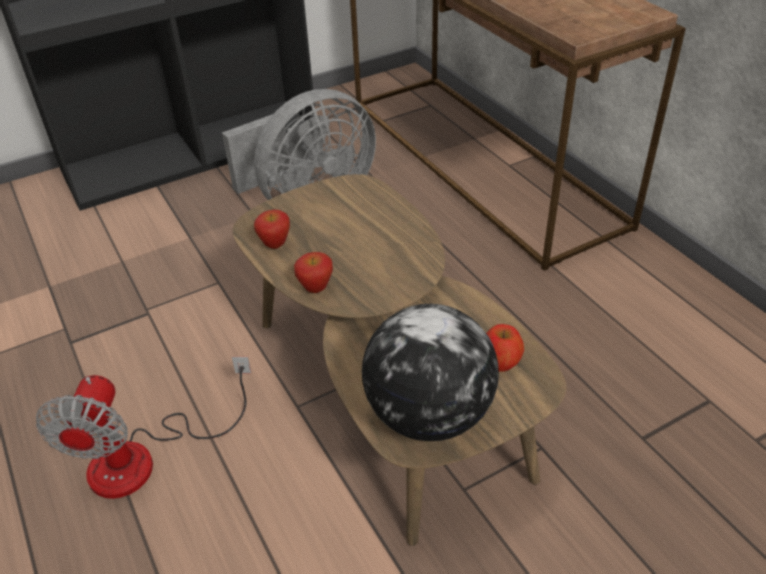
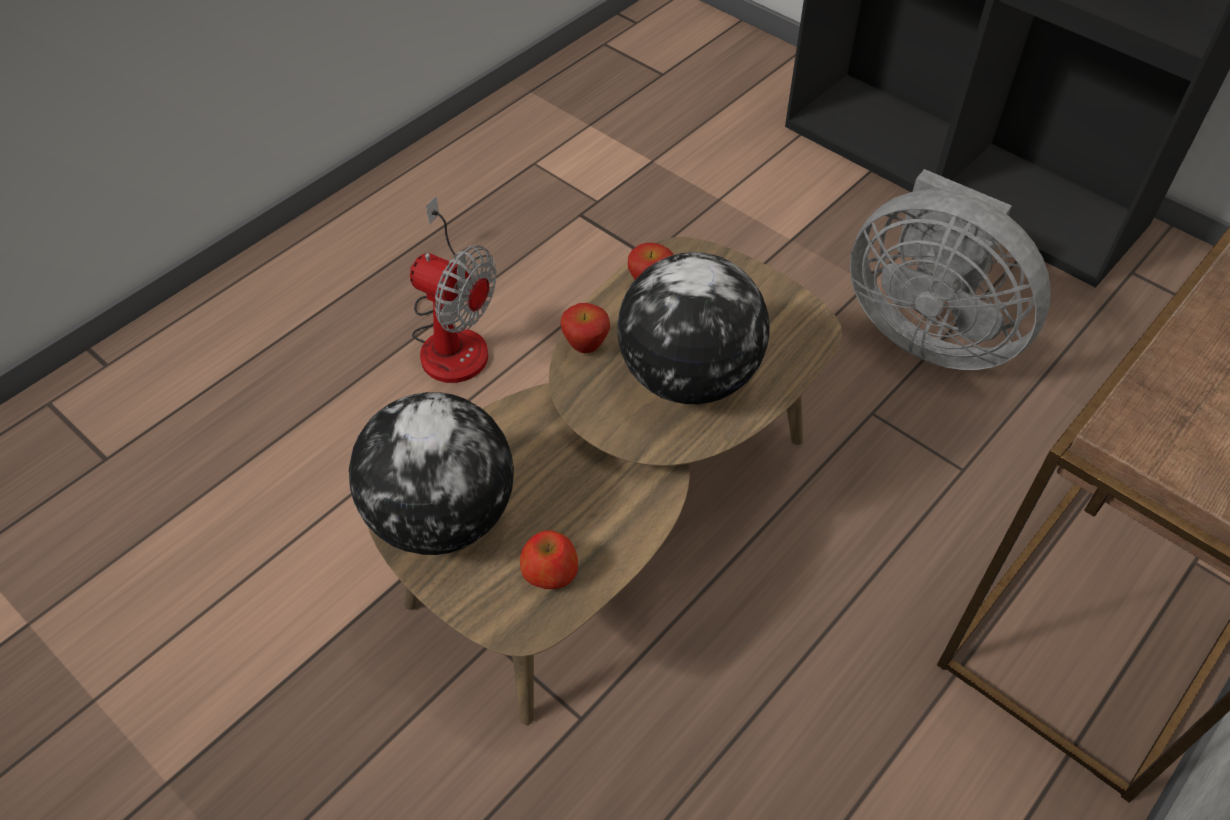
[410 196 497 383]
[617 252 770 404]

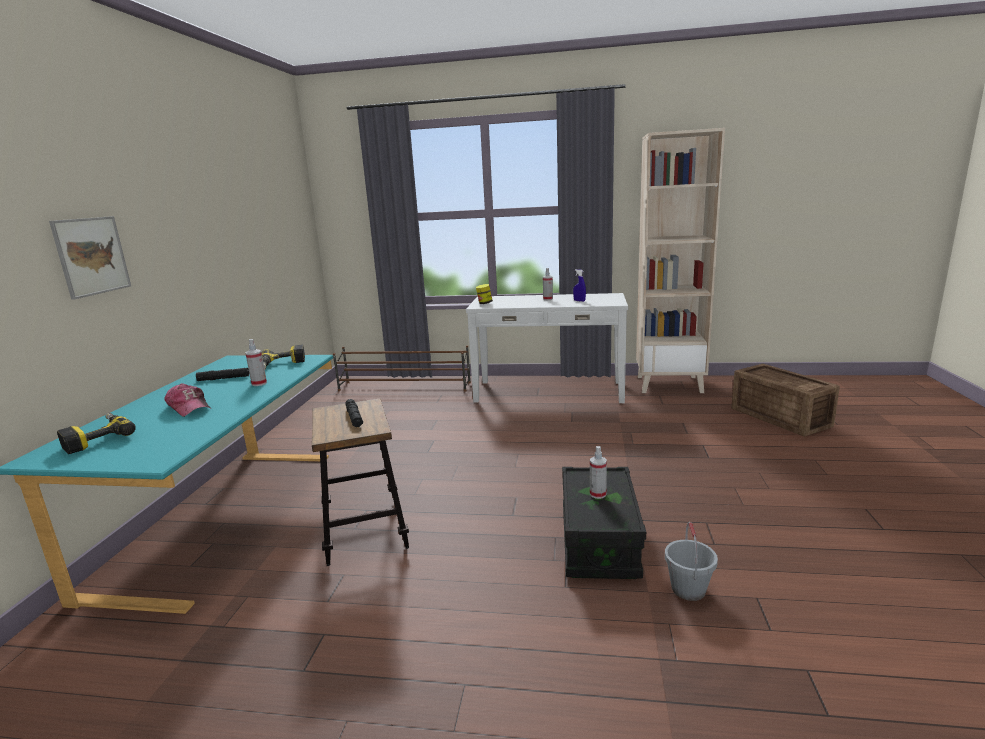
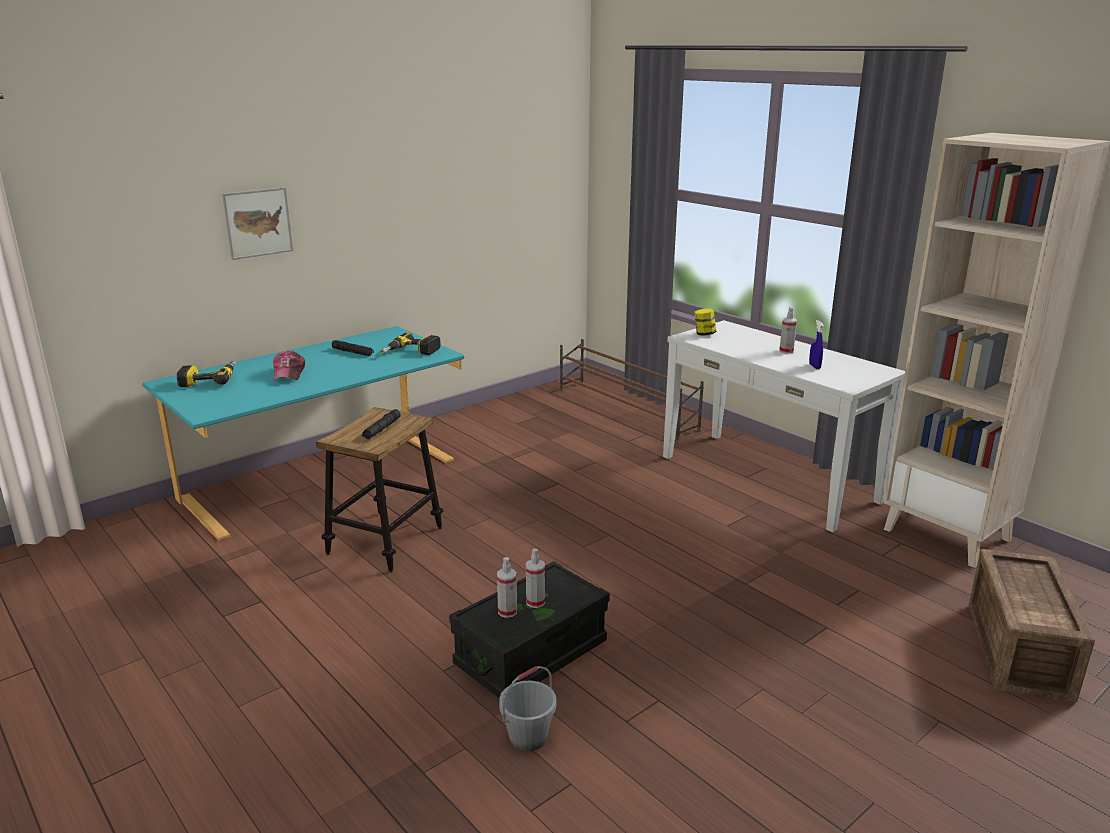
[497 557 517 618]

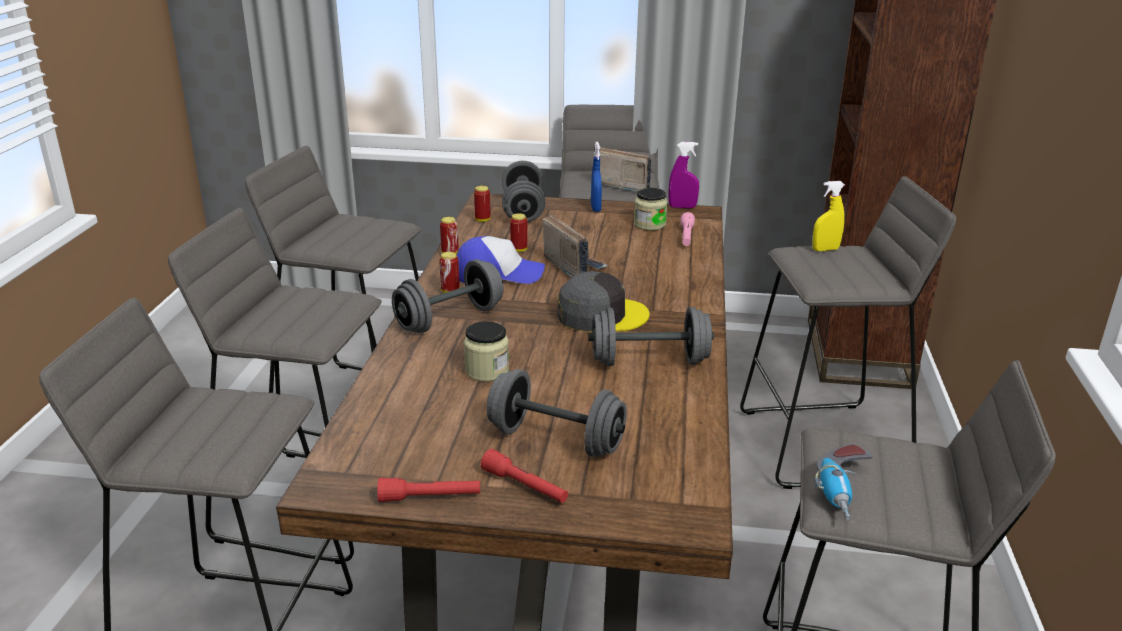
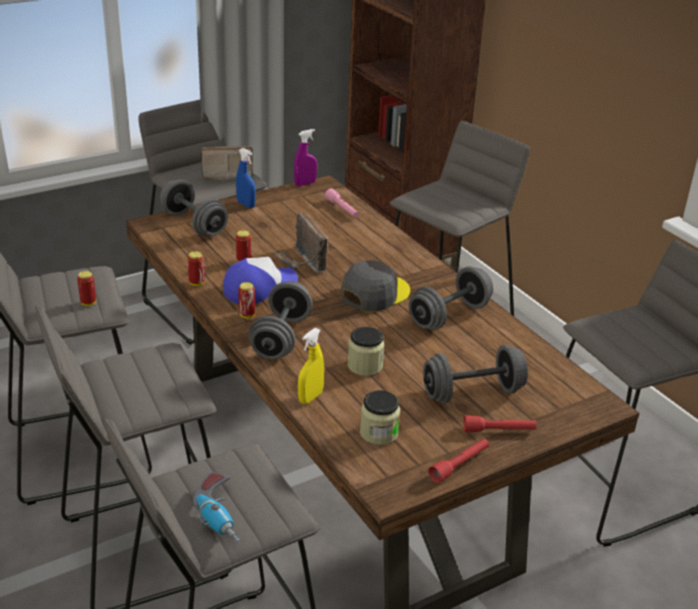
[77 271 96 306]
[193 472 240 543]
[276 213 328 273]
[298 328 324 404]
[360 390 400 445]

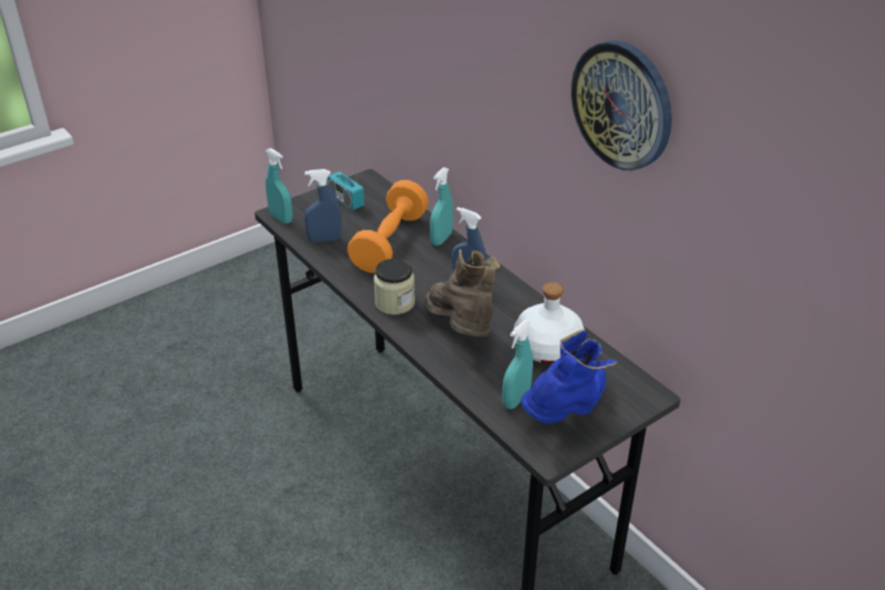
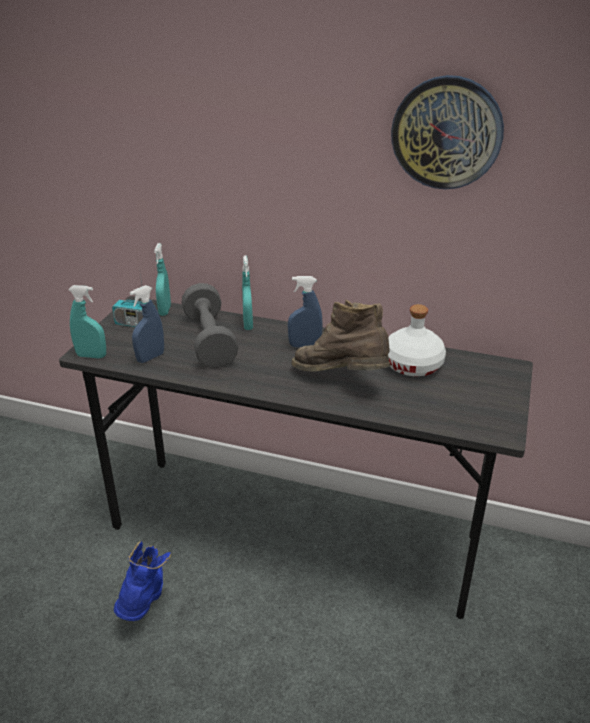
[114 541 171 621]
[154 243 171 316]
[182 283 238 368]
[374 259 415 315] (first image)

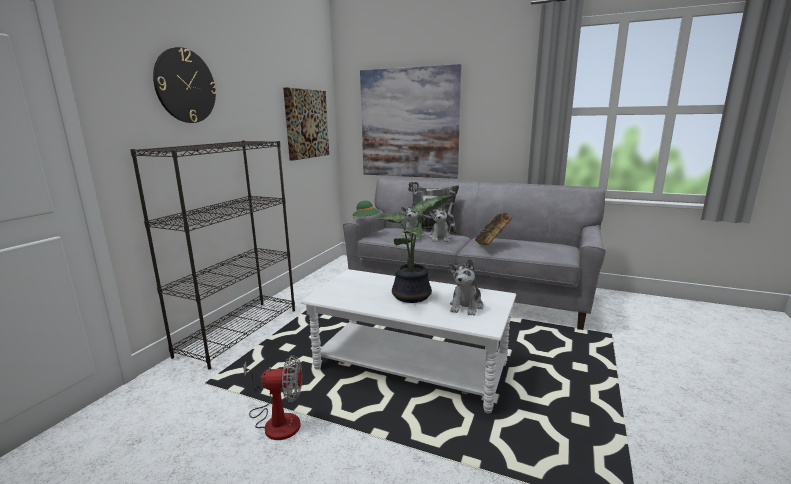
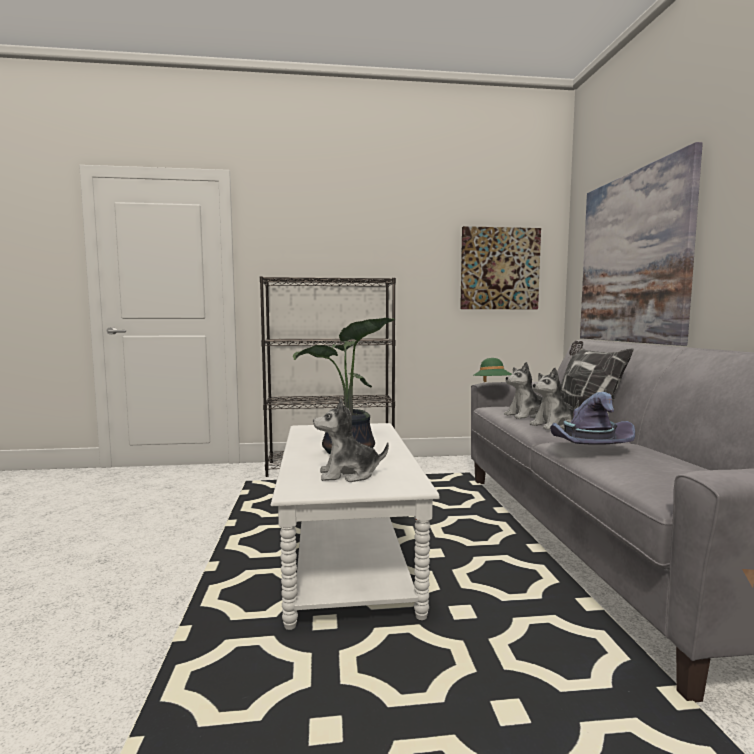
[550 392 635 445]
[153 47 217 123] (first image)
[243 355 302 440] (first image)

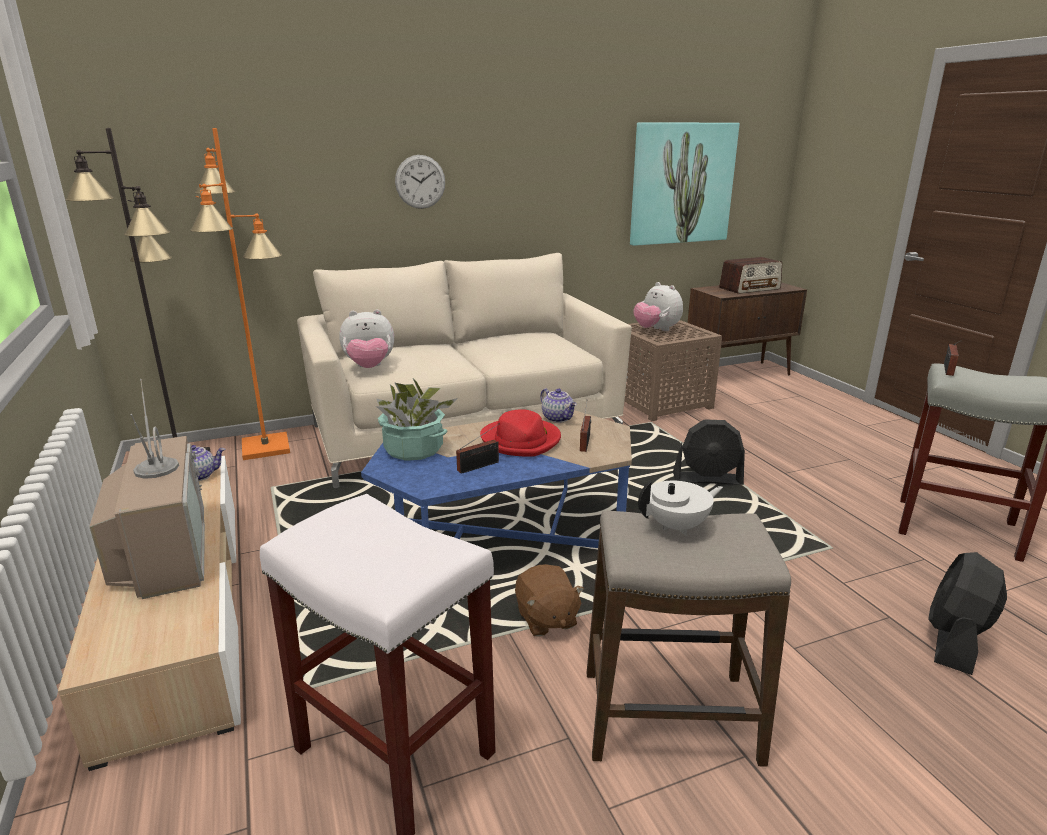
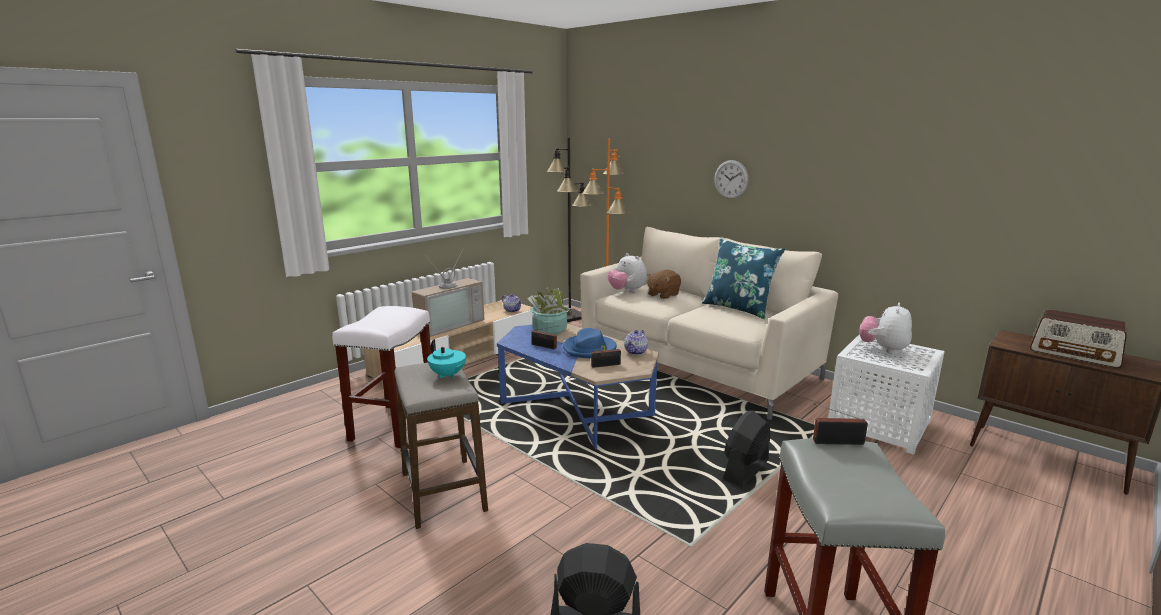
[427 339 466 378]
[563 328 617 358]
[647 270 681 299]
[702 238 785 319]
[723 411 771 486]
[828 334 945 455]
[630 122 740 246] (first image)

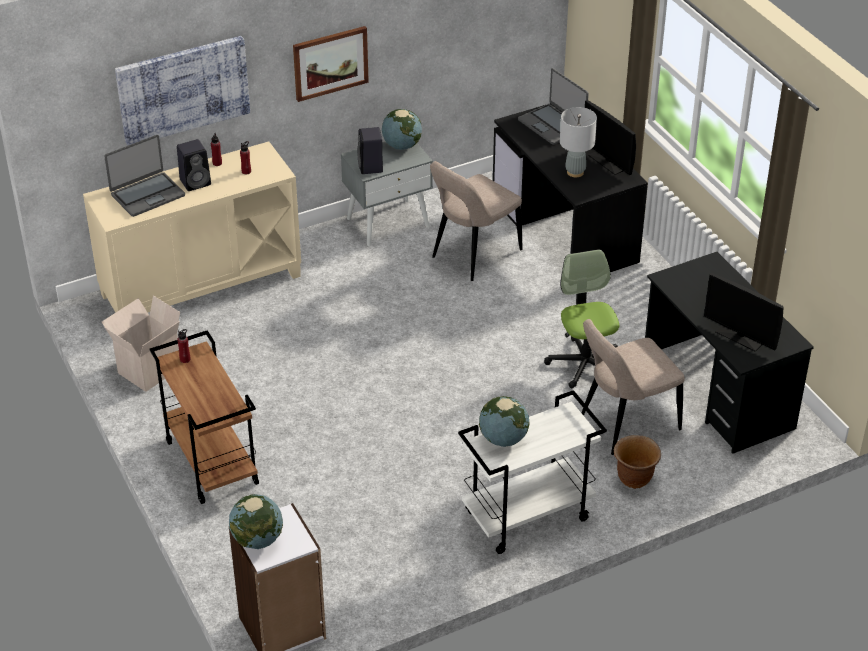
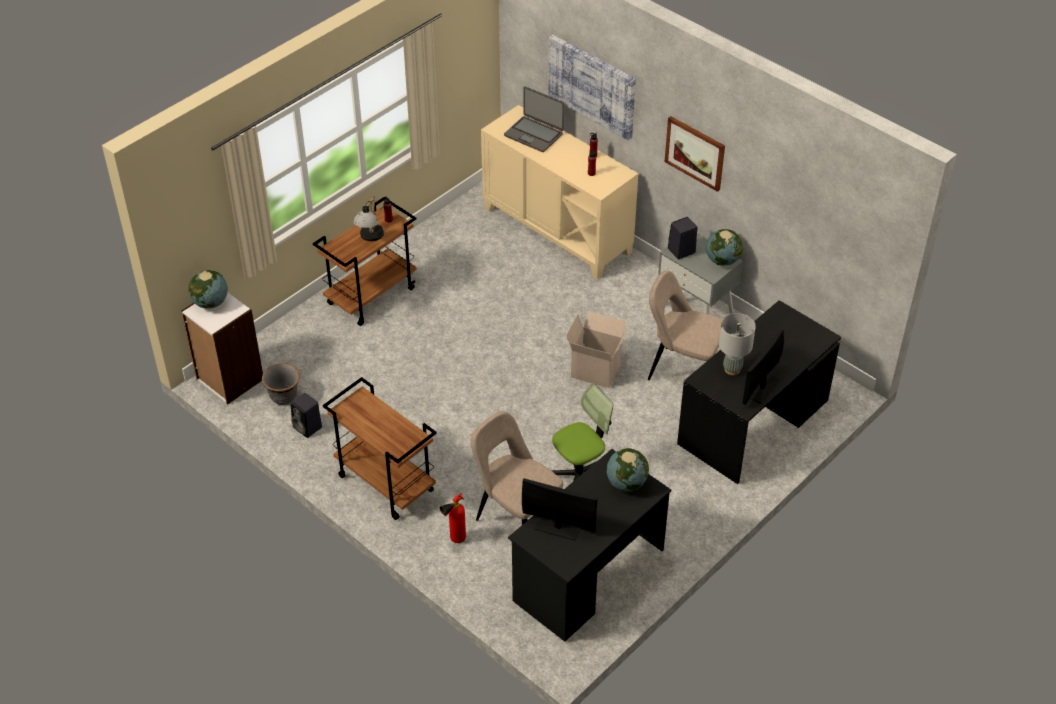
[262 363 300 405]
[291 393 322 438]
[323 377 437 520]
[353 196 384 241]
[440 493 466 543]
[522 478 597 541]
[566 311 629 388]
[607 448 649 492]
[518 68 589 145] (first image)

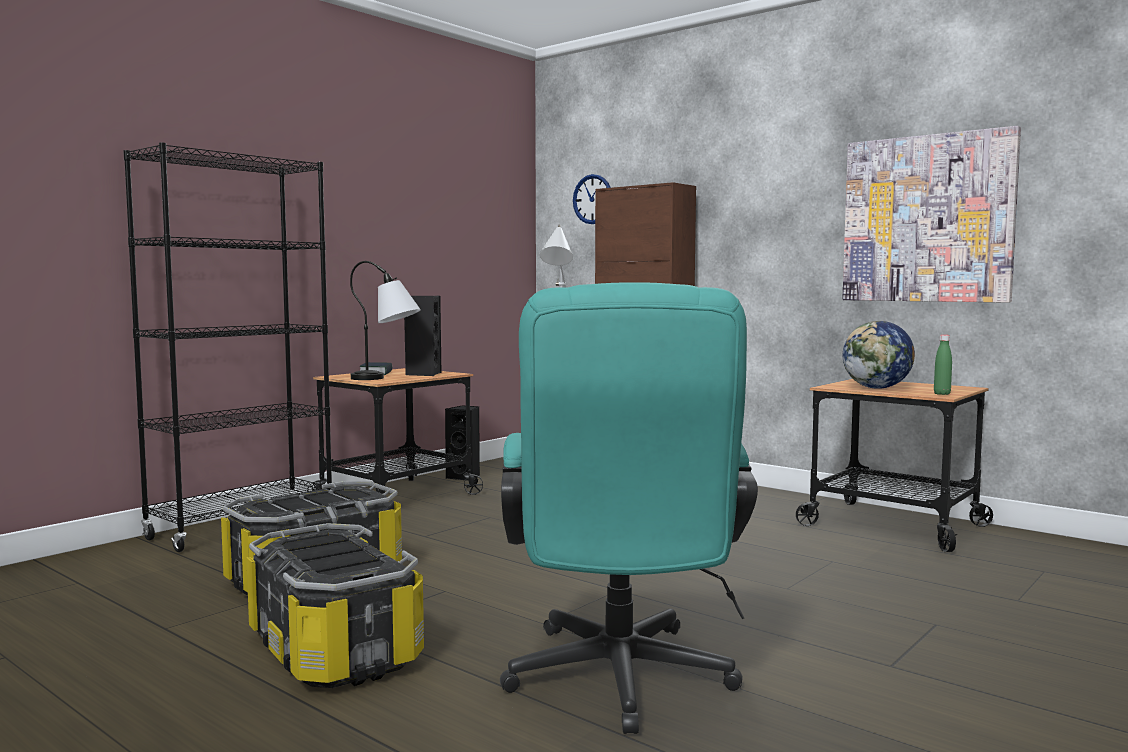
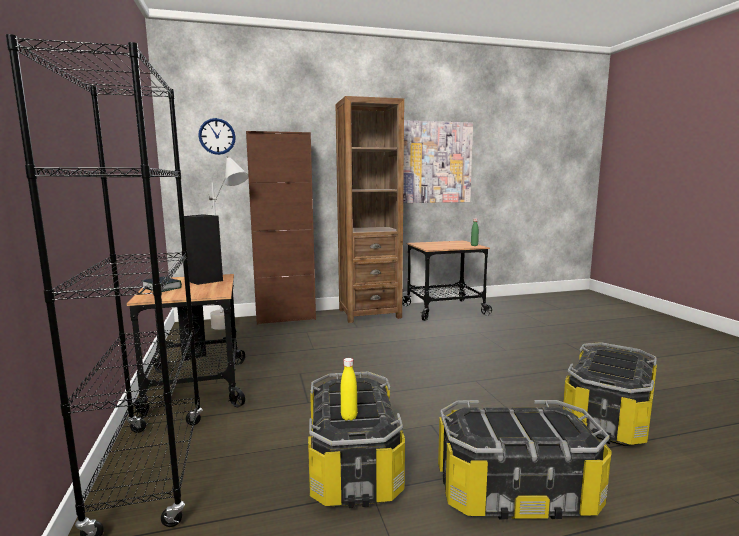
[336 96 404 323]
[341 358 357 421]
[563 342 657 446]
[350 261 421 380] (first image)
[843 321 915 389] (first image)

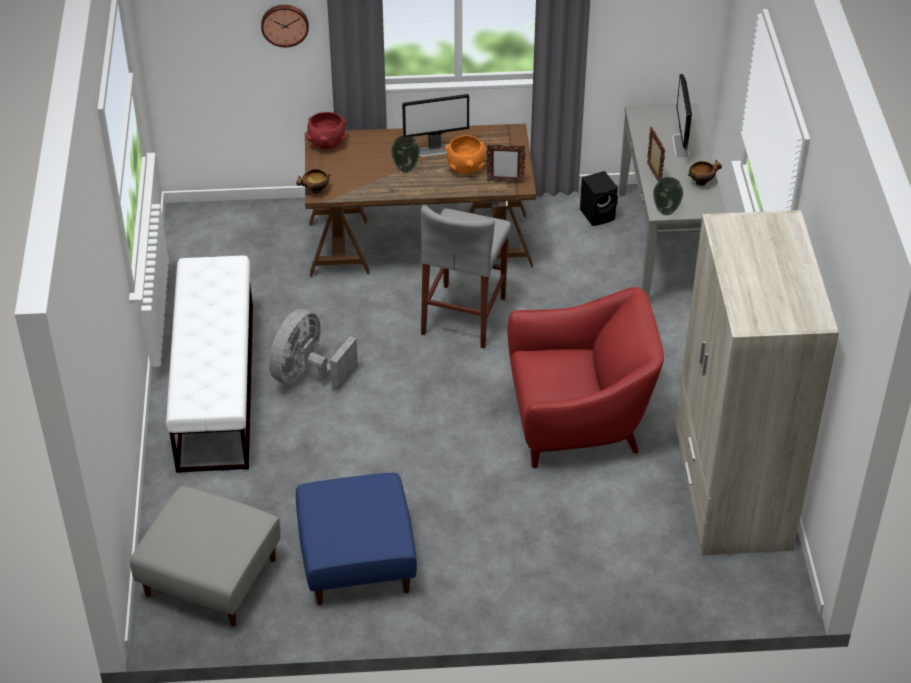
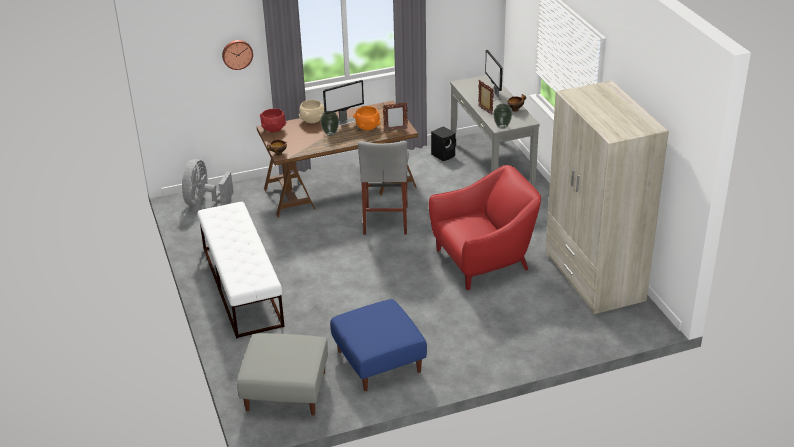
[182 159 234 206]
[299 100 324 123]

